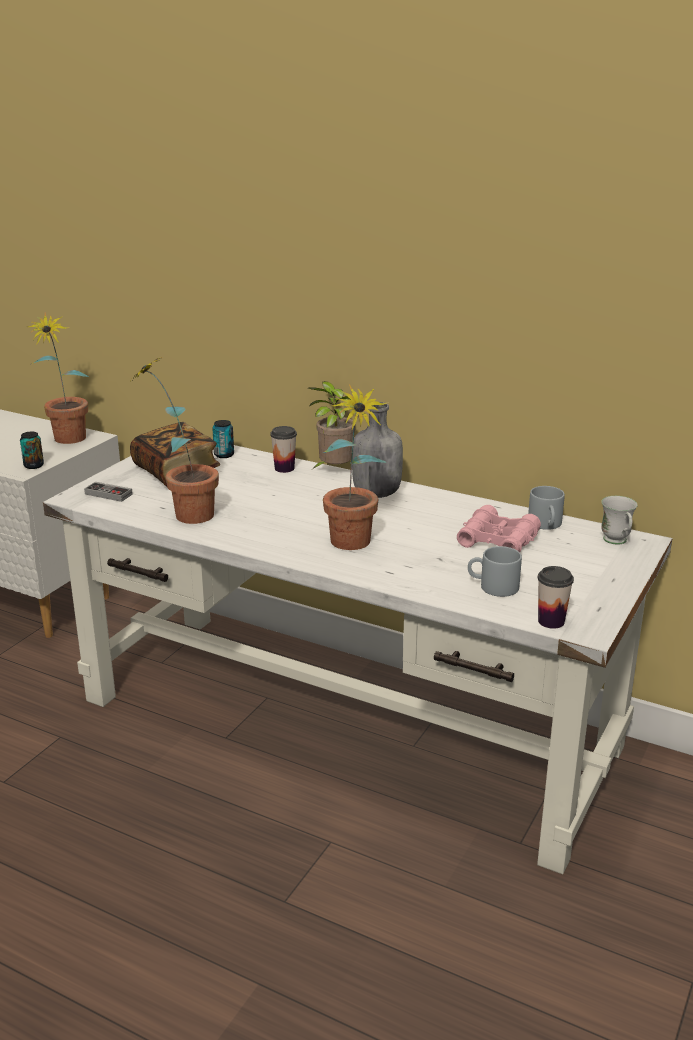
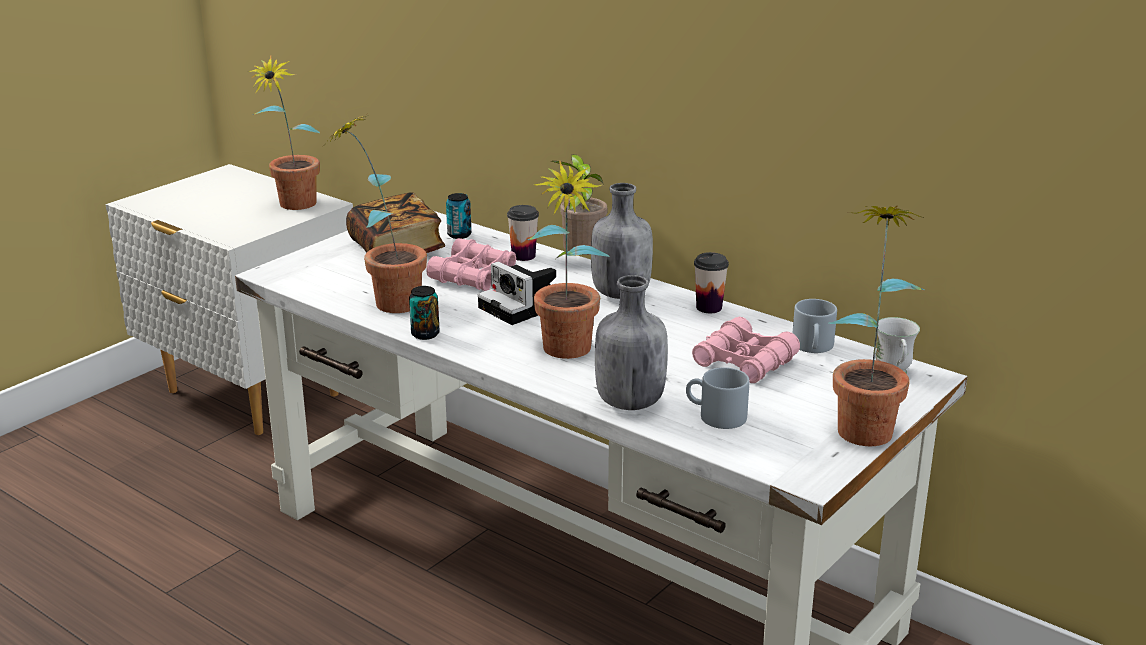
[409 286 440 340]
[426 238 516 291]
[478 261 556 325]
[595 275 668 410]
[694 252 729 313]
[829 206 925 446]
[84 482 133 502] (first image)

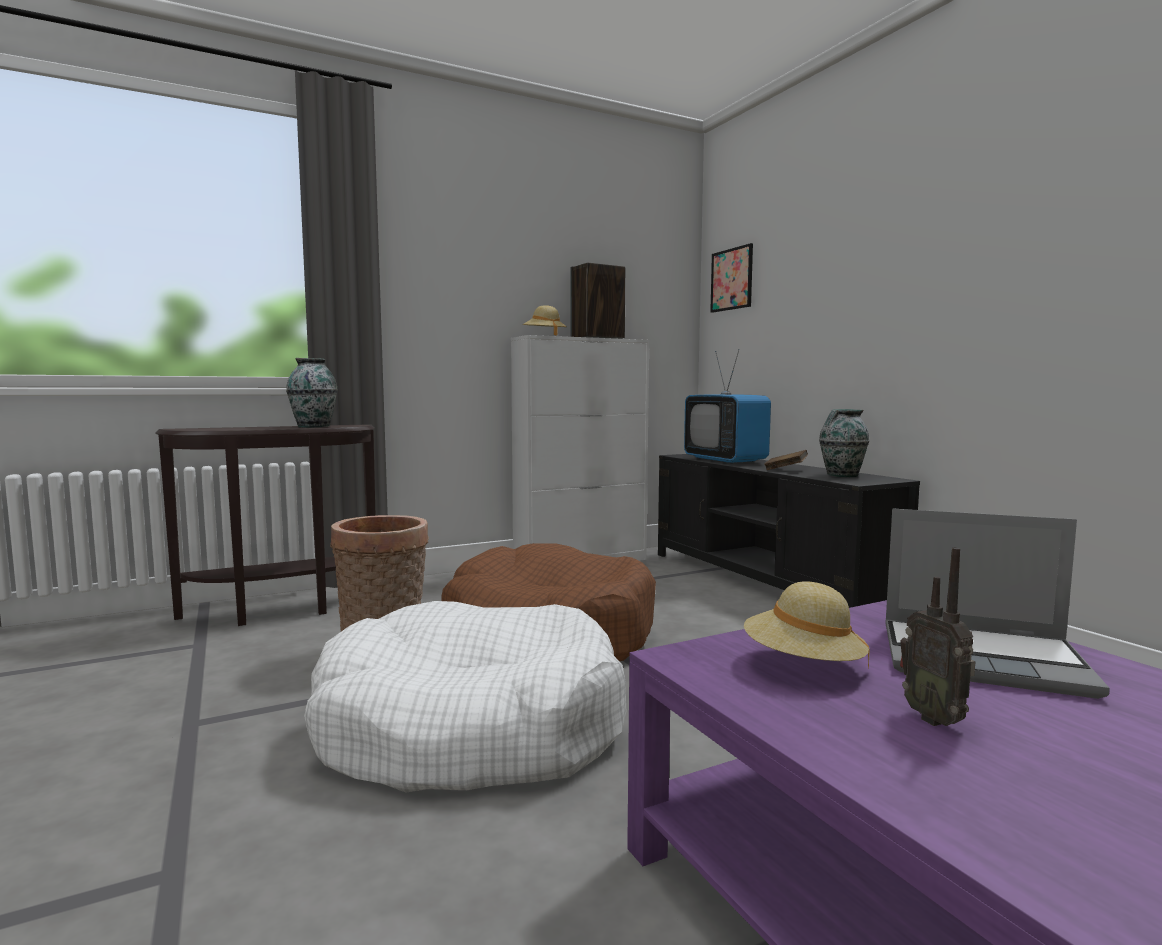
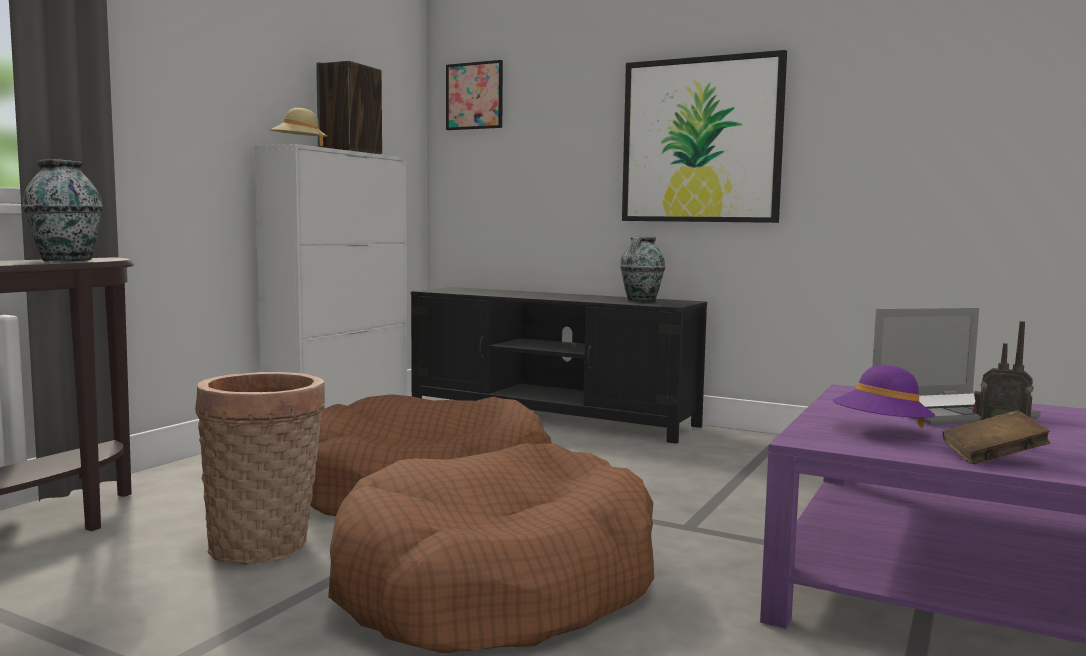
[328 443 654 653]
[622 50 787 223]
[833 365 935 428]
[943 410 1050 464]
[684 349 771 464] (first image)

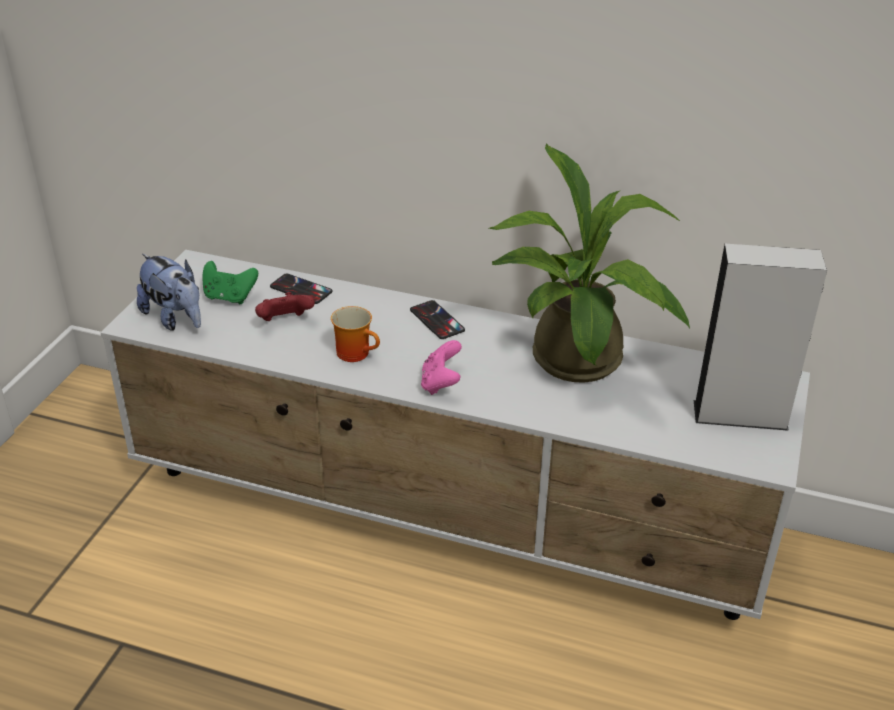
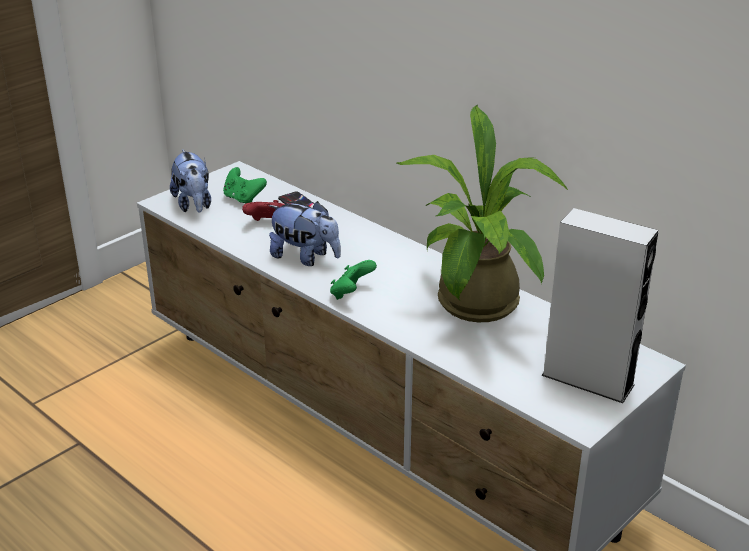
[269 201 341 266]
[330 260 377 300]
[410 300 465 339] (first image)

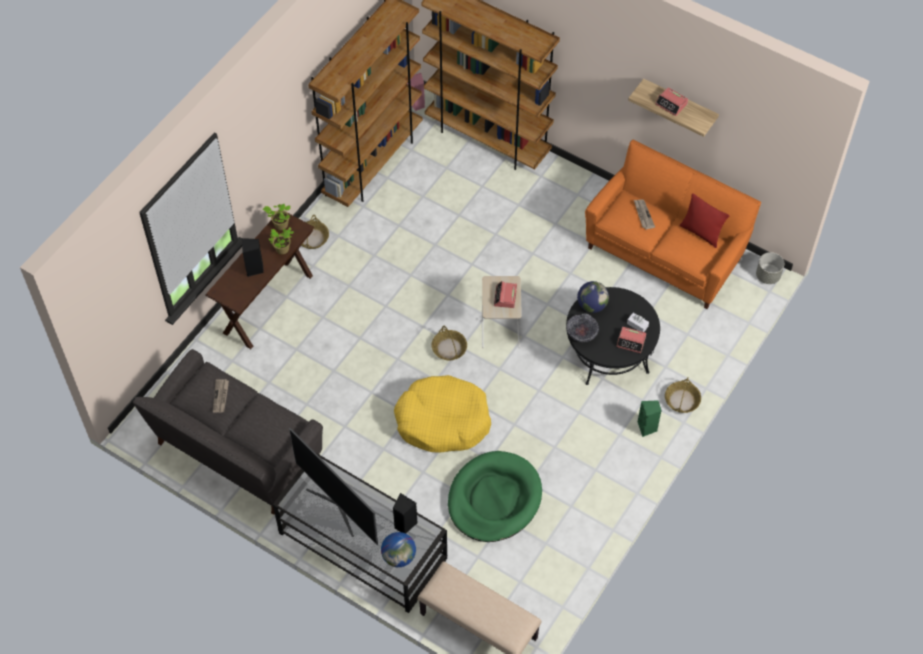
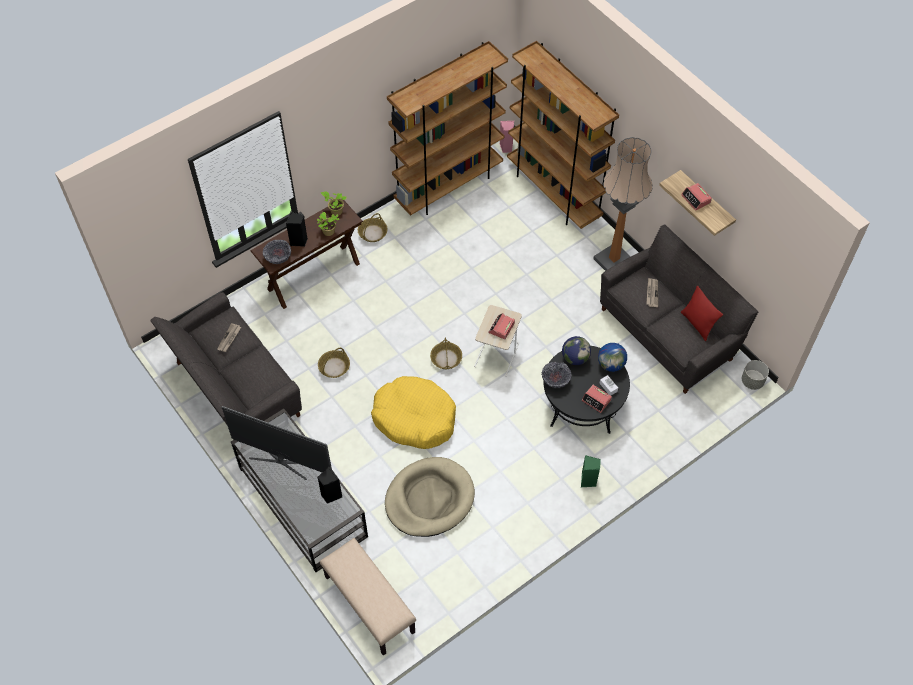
[222 406 332 480]
[263 240 291 264]
[318 348 350 378]
[385 457 475 537]
[593 137 653 271]
[598 343 627 372]
[600 224 758 394]

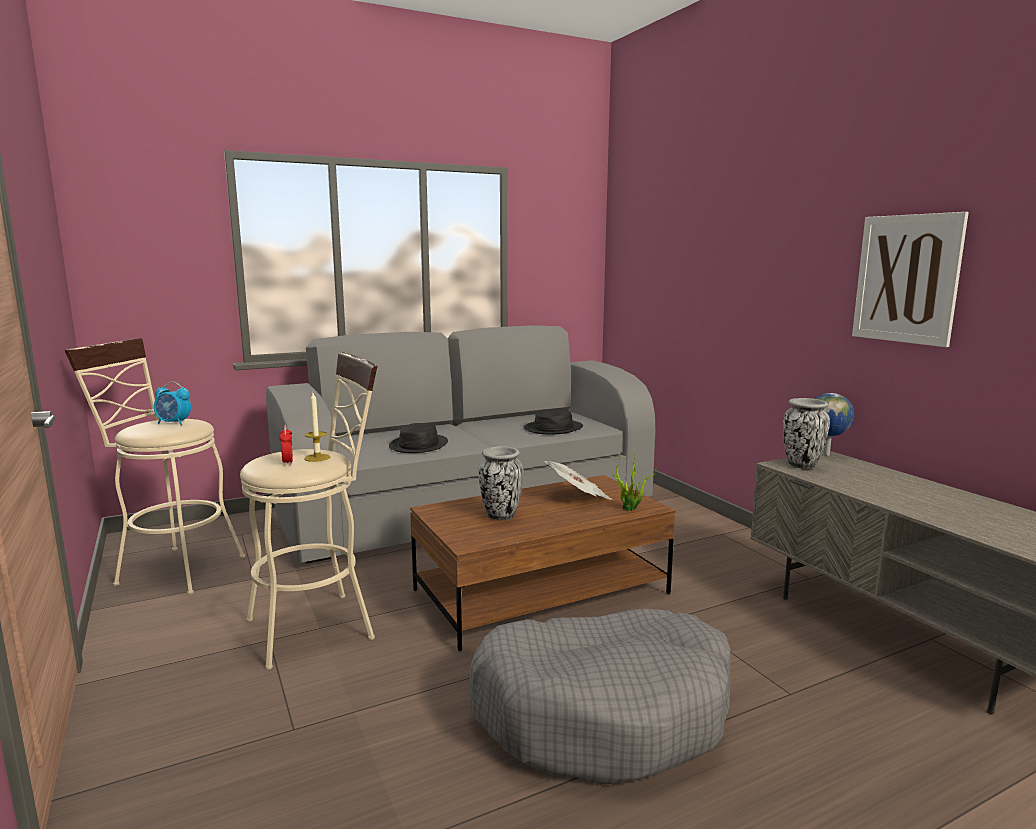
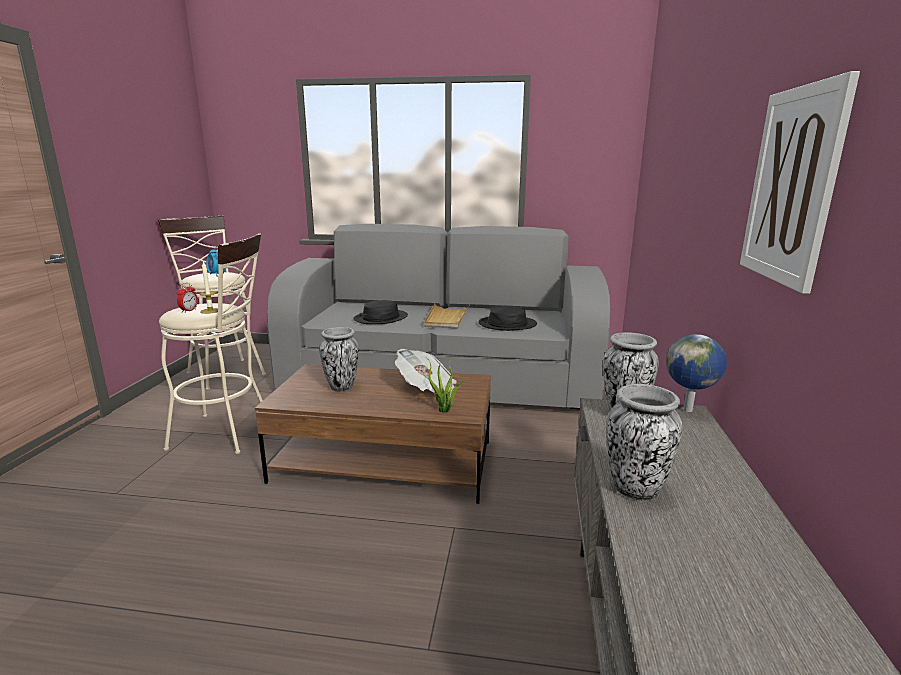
[424 304 470 329]
[607 384 682 501]
[469 609 730 785] (first image)

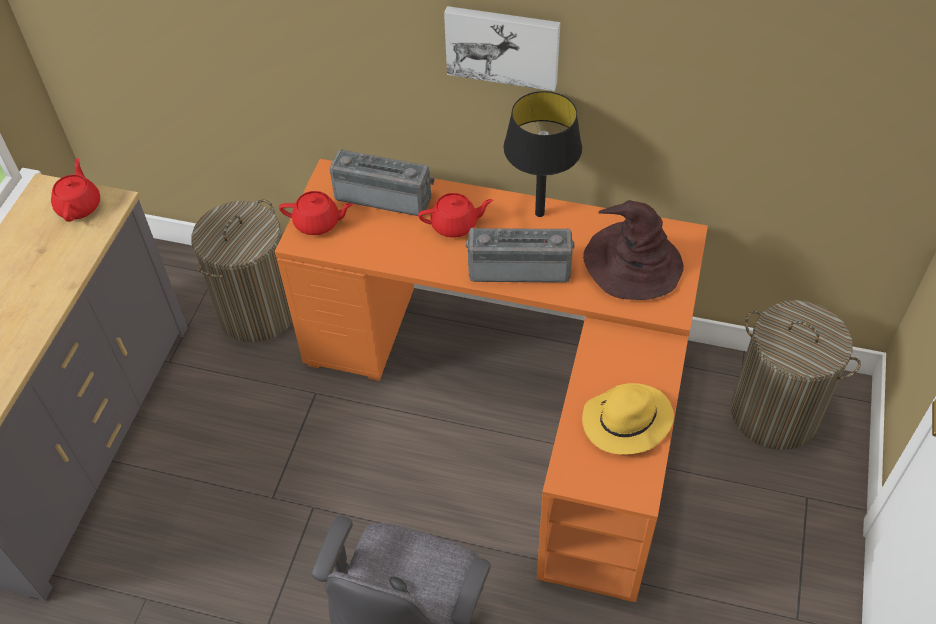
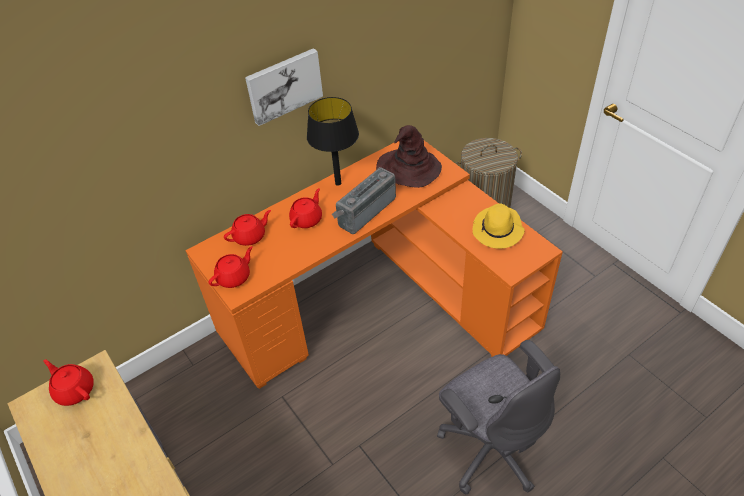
[224 210 271 246]
[191 199 292 342] (first image)

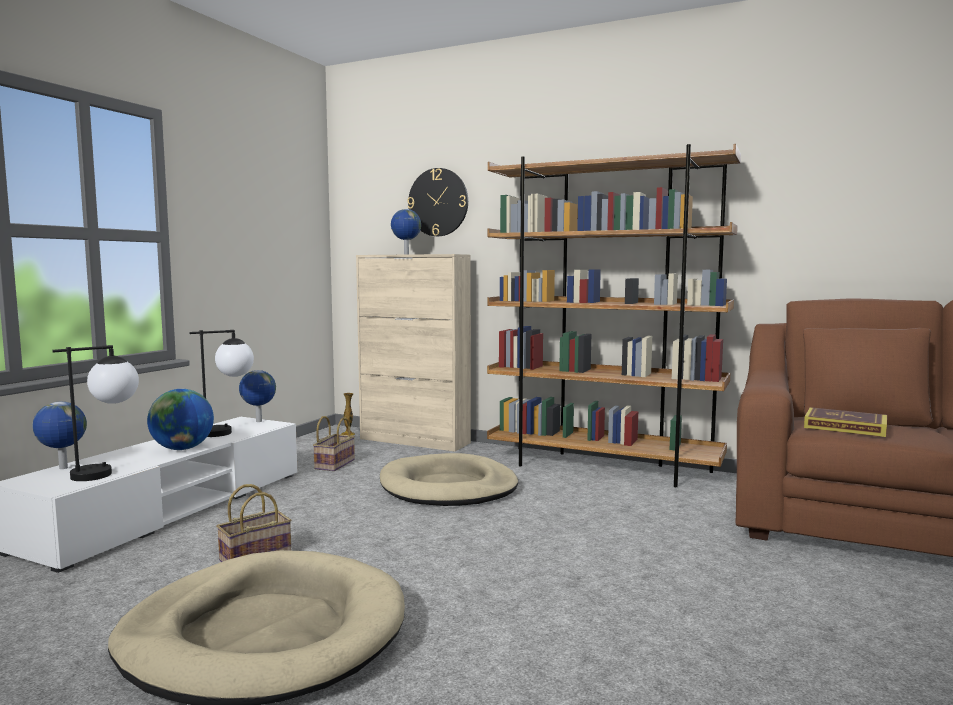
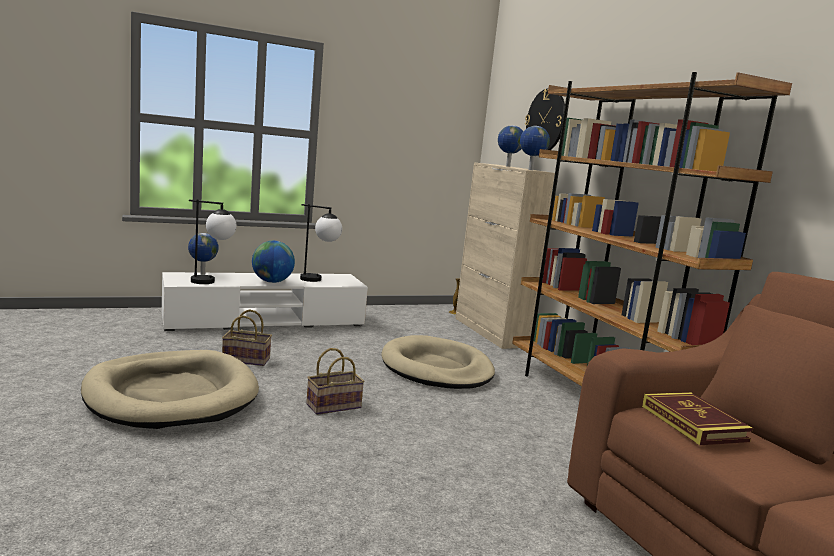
[306 348 365 415]
[520 126 550 170]

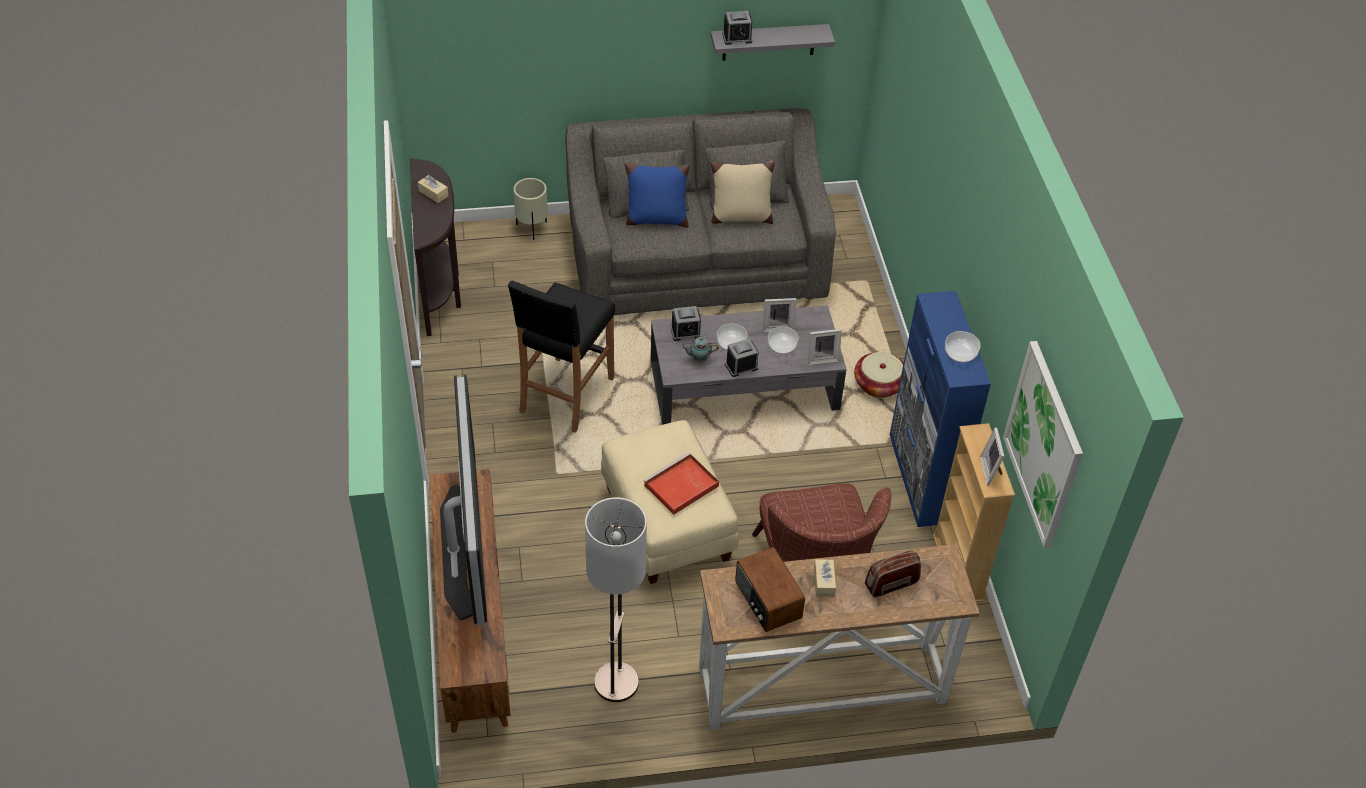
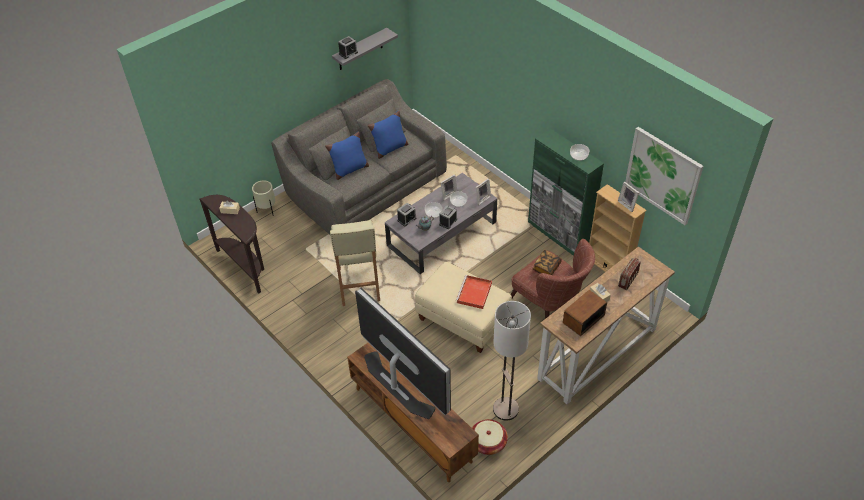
[330 220 380 306]
[368 111 409 159]
[472 419 508 455]
[528 129 604 256]
[533 250 562 275]
[563 290 607 336]

